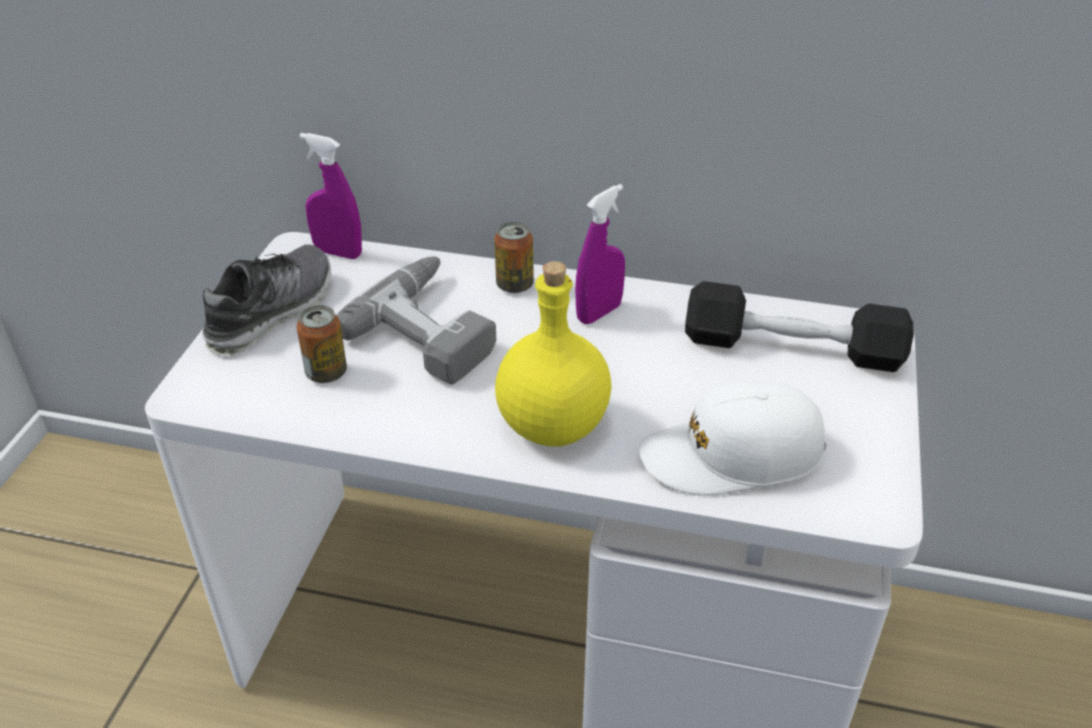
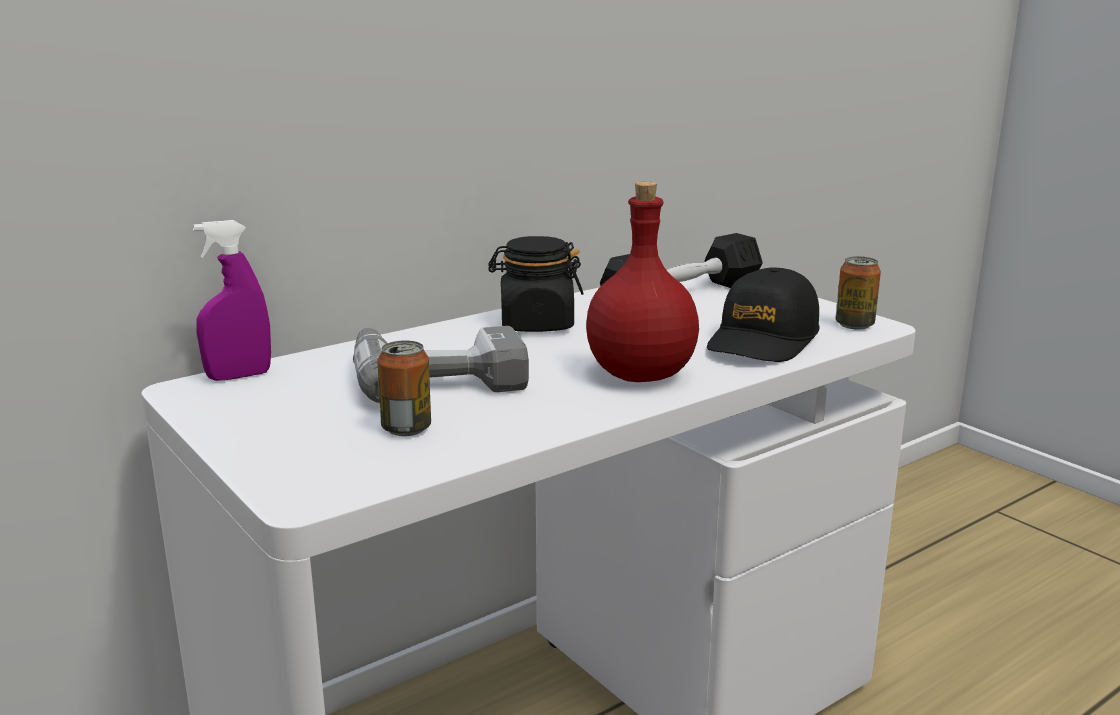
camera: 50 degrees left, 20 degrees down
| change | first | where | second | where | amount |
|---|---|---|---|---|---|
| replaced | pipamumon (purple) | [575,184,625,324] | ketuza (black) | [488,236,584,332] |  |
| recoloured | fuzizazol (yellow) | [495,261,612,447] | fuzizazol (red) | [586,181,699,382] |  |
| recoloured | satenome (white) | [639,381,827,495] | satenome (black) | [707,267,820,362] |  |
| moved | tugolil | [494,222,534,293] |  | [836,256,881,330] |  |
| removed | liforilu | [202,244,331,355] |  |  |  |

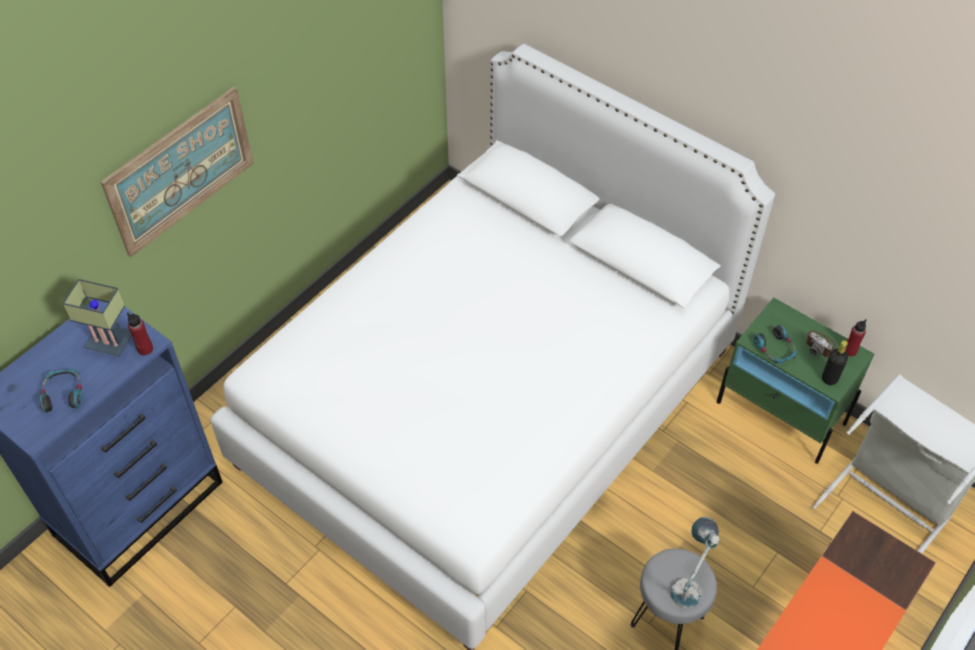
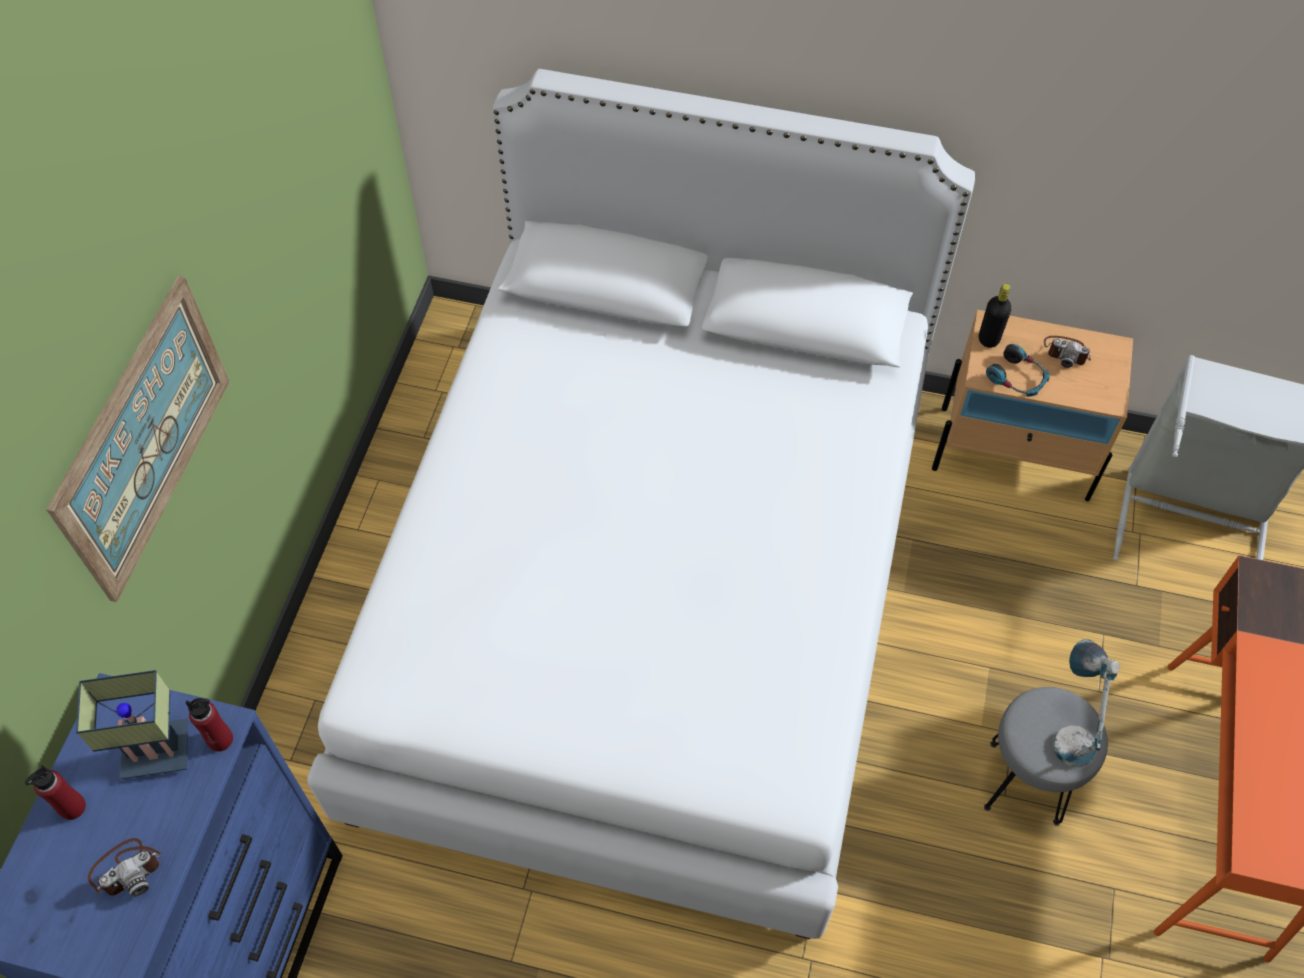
camera: 25 degrees left, 5 degrees up
| change | first | where | second | where | amount |
|---|---|---|---|---|---|
| moved | fuzizazol (red) | [845,319,866,357] |  | [25,765,86,820] |  |
| replaced | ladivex | [39,368,83,413] | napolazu | [88,838,162,897] |  |
| recoloured | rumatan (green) | [717,298,874,464] | rumatan (beige) | [932,310,1133,501] |  |
| moved | fuzizazol (black) | [822,340,848,385] |  | [979,283,1012,348] |  |

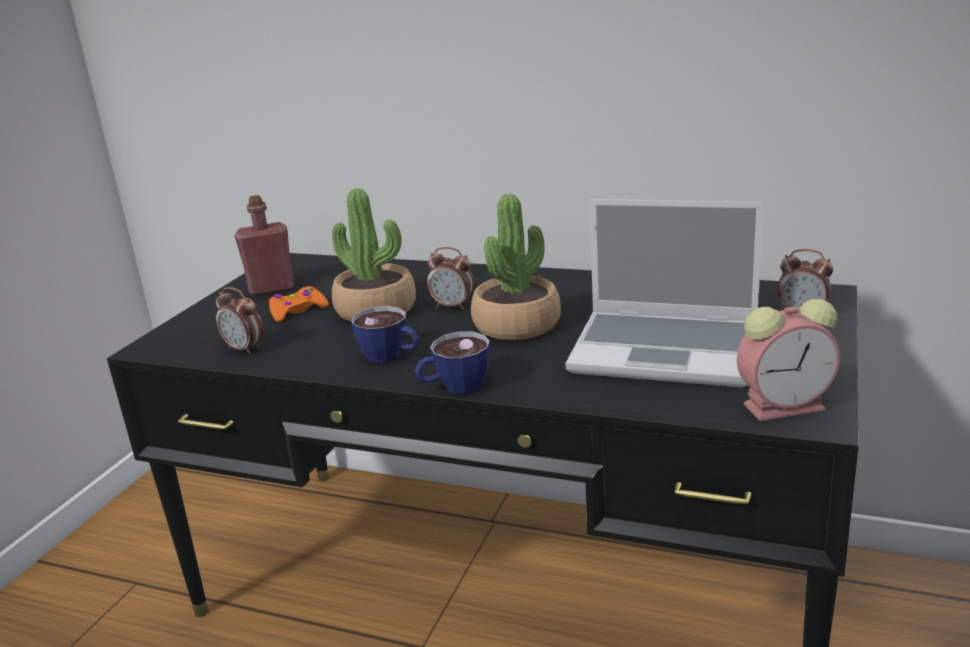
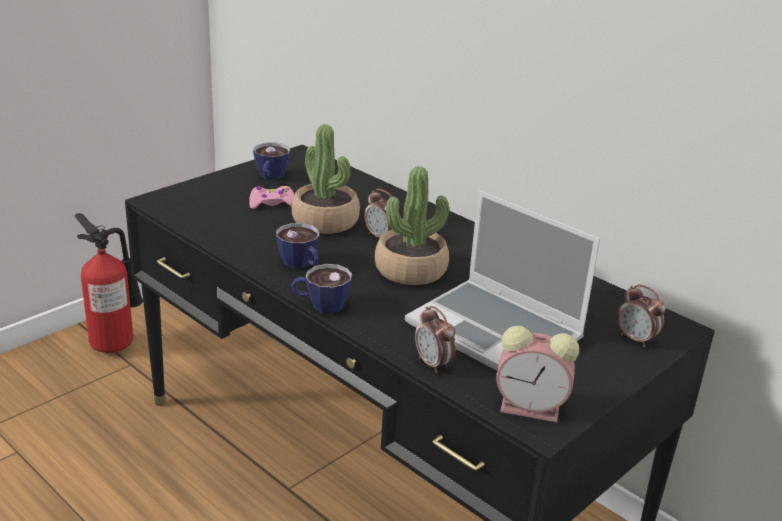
camera: 20 degrees right, 5 degrees up
| change | first | where | second | where | amount |
|---|---|---|---|---|---|
| added |  |  | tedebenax | [75,213,143,353] |  |
| recoloured | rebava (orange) | [269,286,329,322] | rebava (pink) | [249,186,294,209] |  |
| replaced | fuzizazol (red) | [235,195,295,296] | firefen | [253,142,291,180] |  |
| moved | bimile | [216,287,263,354] |  | [415,306,456,373] |  |

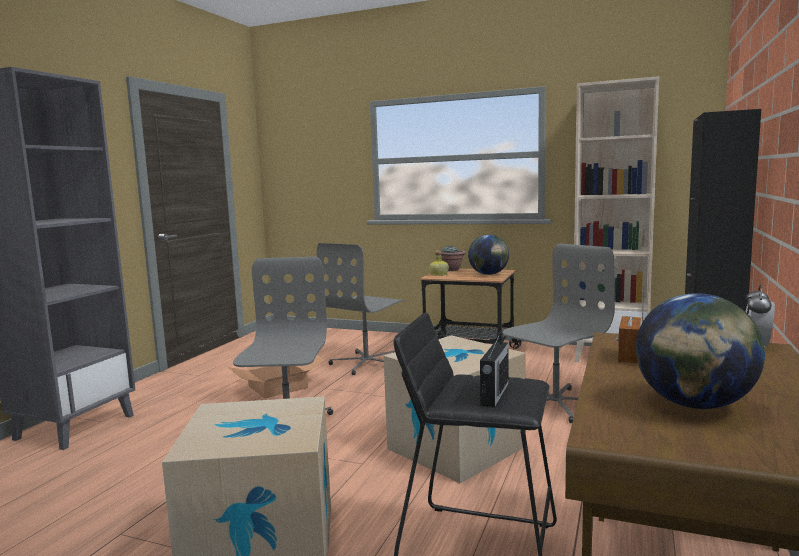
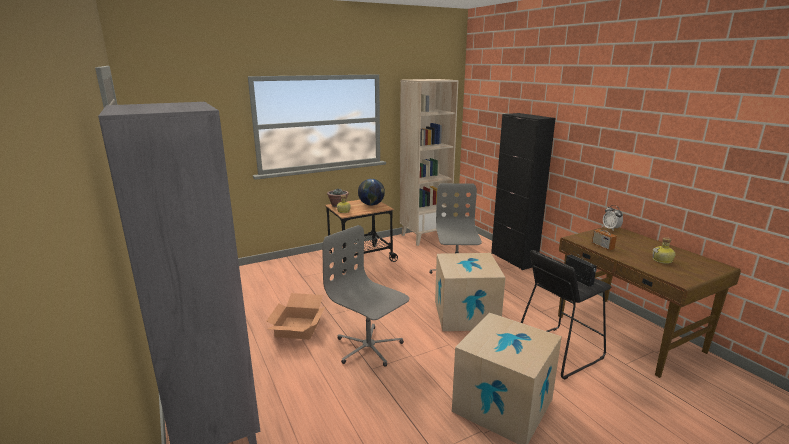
camera: 50 degrees left, 10 degrees up
| change | first | where | second | where | amount |
|---|---|---|---|---|---|
| replaced | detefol | [636,293,765,409] | fuzizazol | [652,237,675,264] |  |
| removed | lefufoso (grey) | [317,243,405,375] |  |  |  |

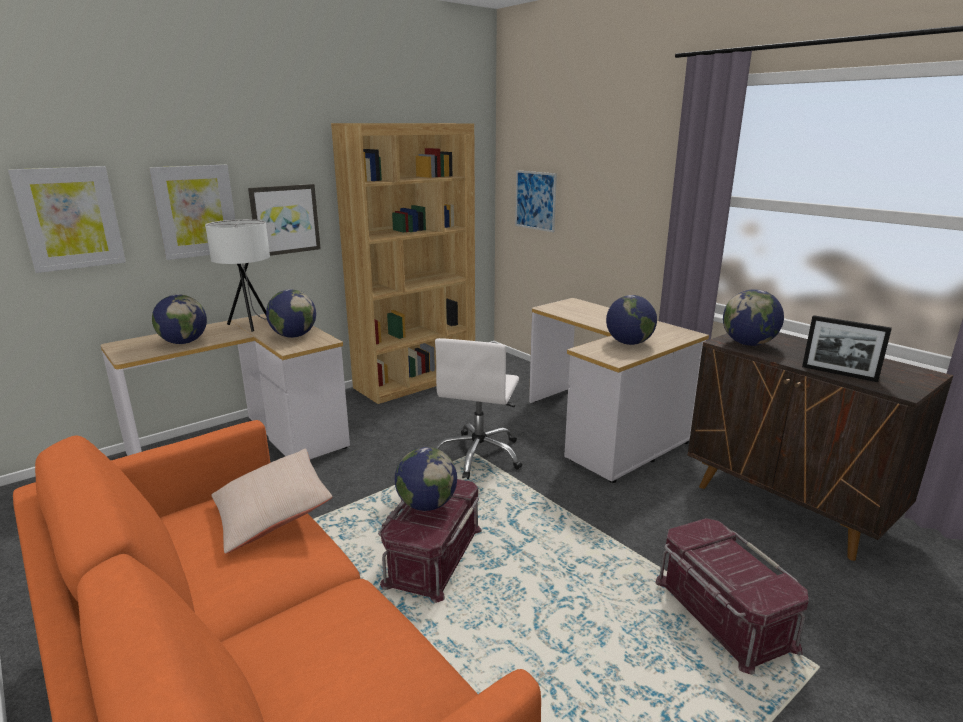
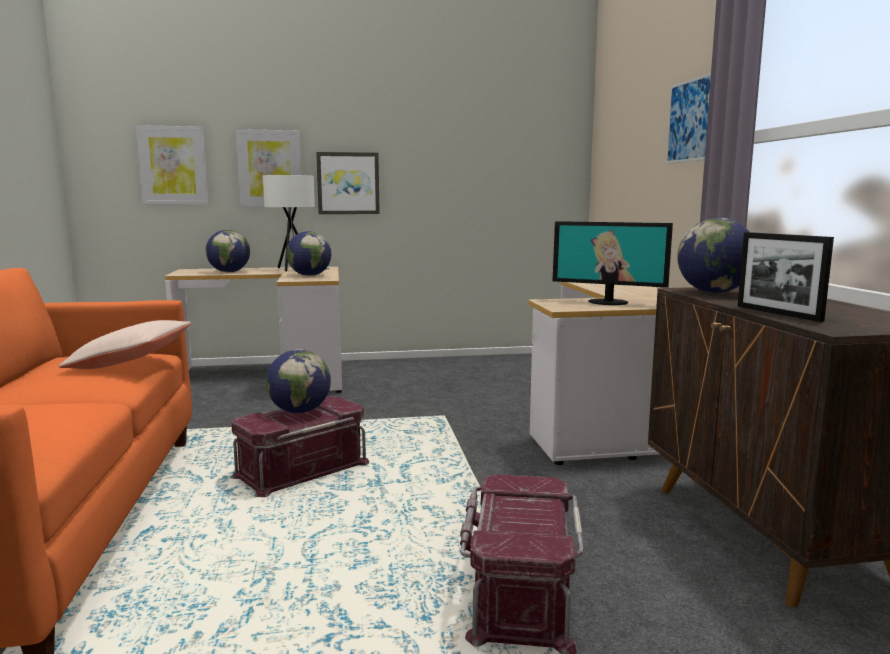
camera: 30 degrees right, 10 degrees down
| change | first | where | second | where | amount |
|---|---|---|---|---|---|
| replaced | detefol | [606,295,657,345] | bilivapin | [553,221,673,305] |  |
| moved | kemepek | [515,170,557,232] |  | [666,73,711,164] |  |
| removed | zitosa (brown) | [331,123,475,404] |  |  |  |
| removed | lefufoso (white) | [435,338,522,479] |  |  |  |

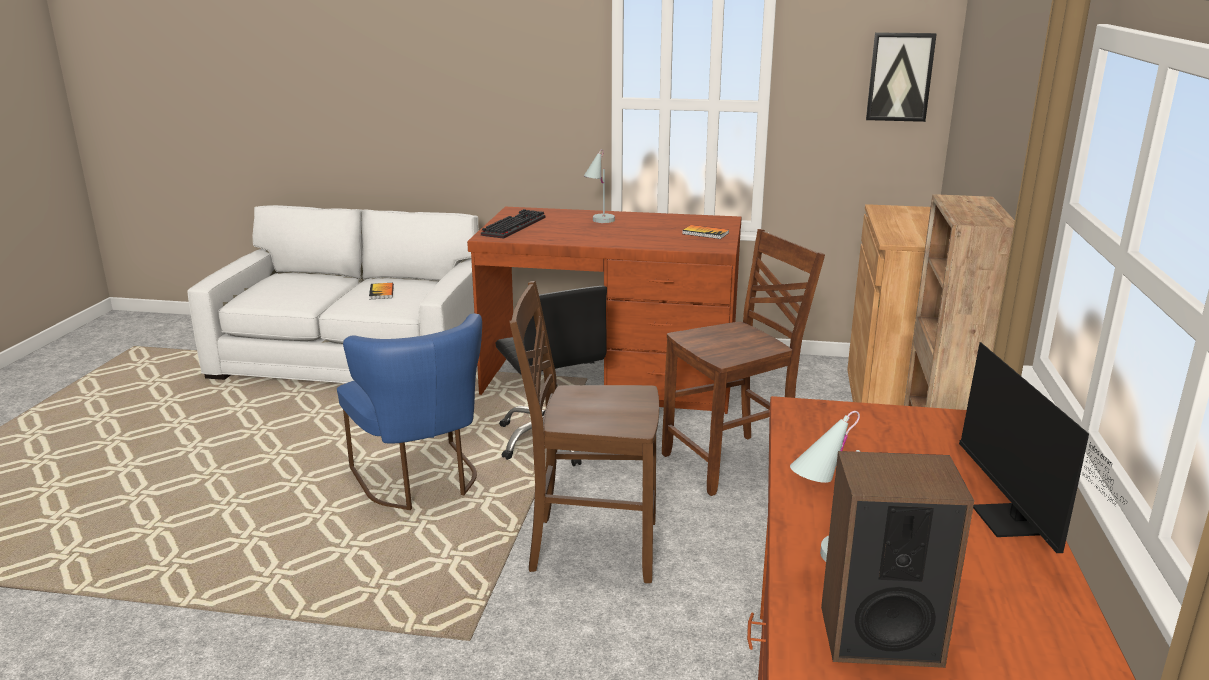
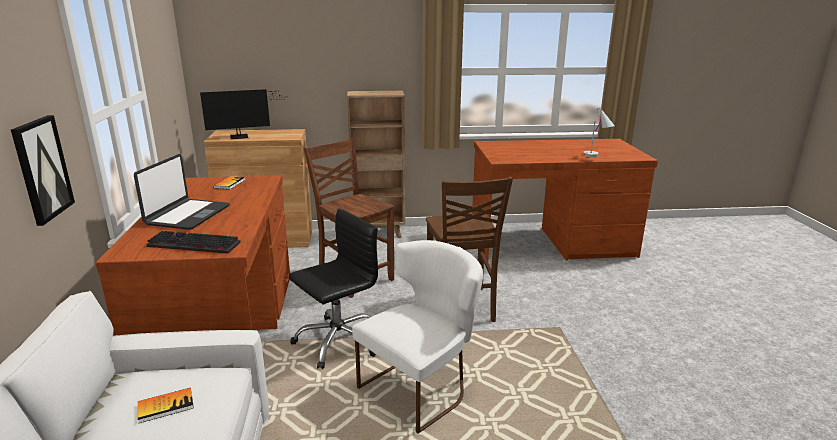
camera: 105 degrees left, 0 degrees up
| change | first | where | second | where | amount |
|---|---|---|---|---|---|
| moved | kemepek | [866,32,937,122] |  | [11,115,75,226] |  |
| replaced | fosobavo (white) | [583,149,615,223] | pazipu | [134,154,230,230] |  |
| moved | bilivapin | [959,342,1127,553] |  | [200,89,287,139] |  |
| recoloured | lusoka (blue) | [337,313,482,510] | lusoka (white) | [352,240,483,434] |  |
| removed | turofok | [821,451,974,668] |  |  |  |

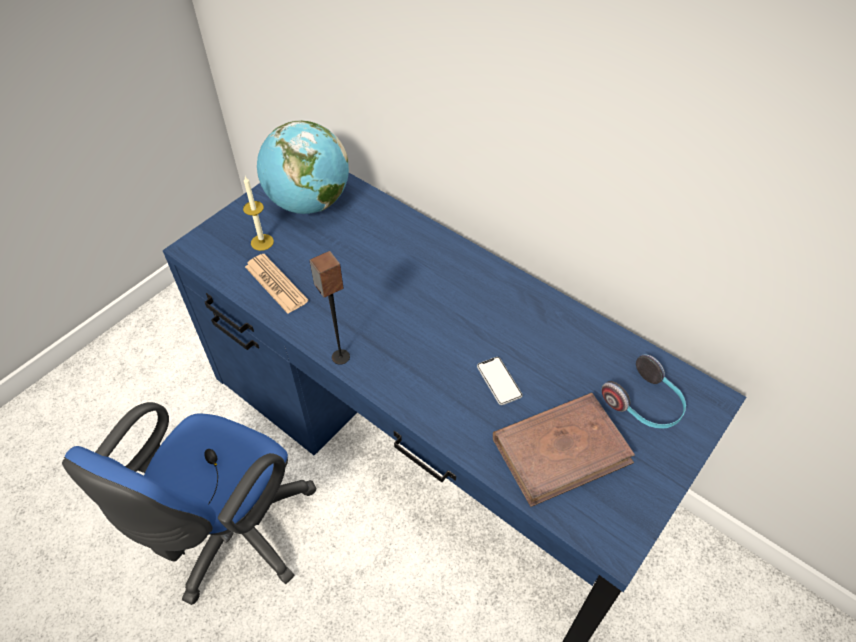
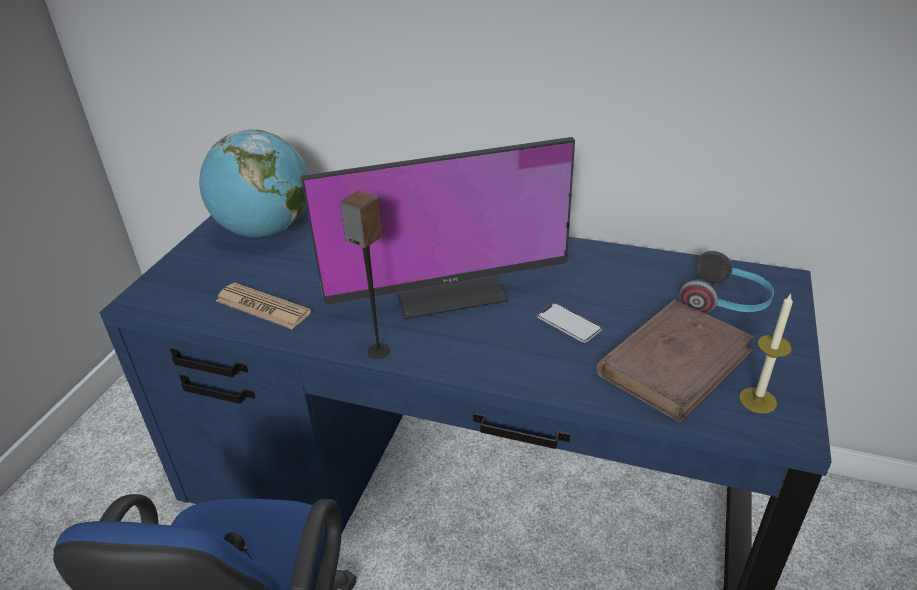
camera: 20 degrees left, 15 degrees down
| change | first | where | second | where | amount |
|---|---|---|---|---|---|
| added |  |  | bilivapin | [301,137,575,319] |  |
| moved | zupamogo | [243,176,274,251] |  | [739,293,793,413] |  |

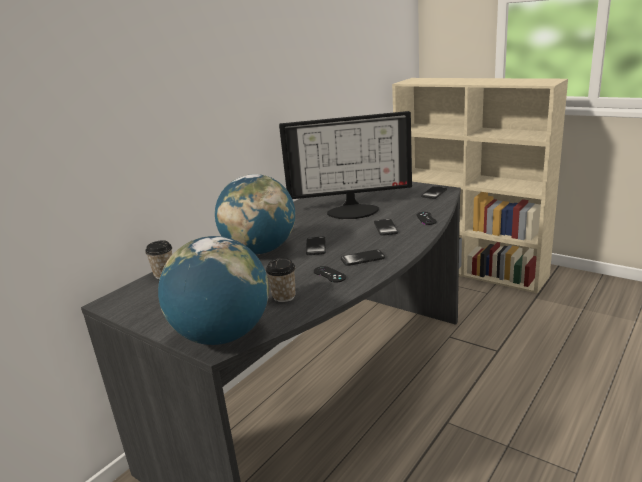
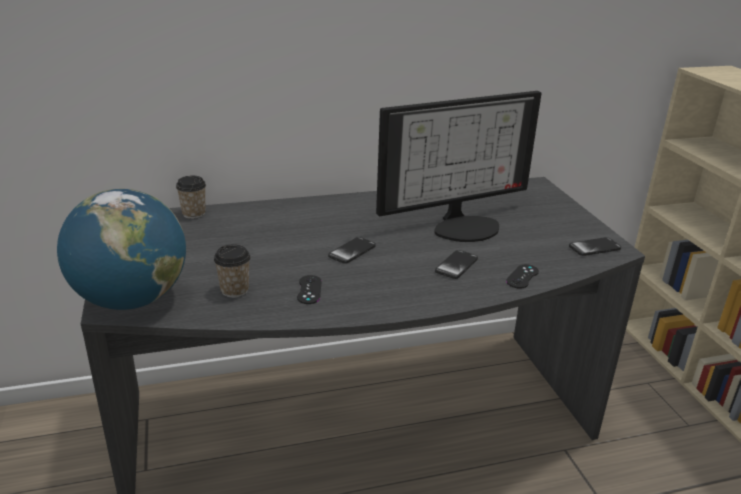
camera: 35 degrees right, 5 degrees up
| change | first | where | second | where | amount |
|---|---|---|---|---|---|
| turned | bilivapin | [279,111,412,219] |  | [376,91,542,242] | 60 degrees counterclockwise |
| removed | detefol | [215,174,295,254] |  |  |  |
| removed | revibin | [341,249,385,266] |  |  |  |

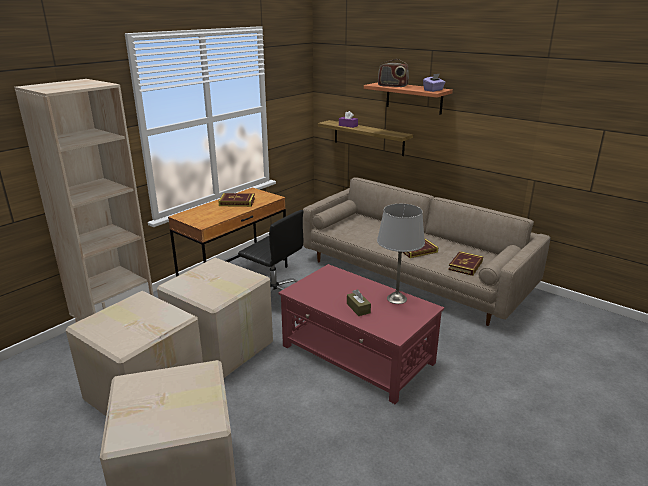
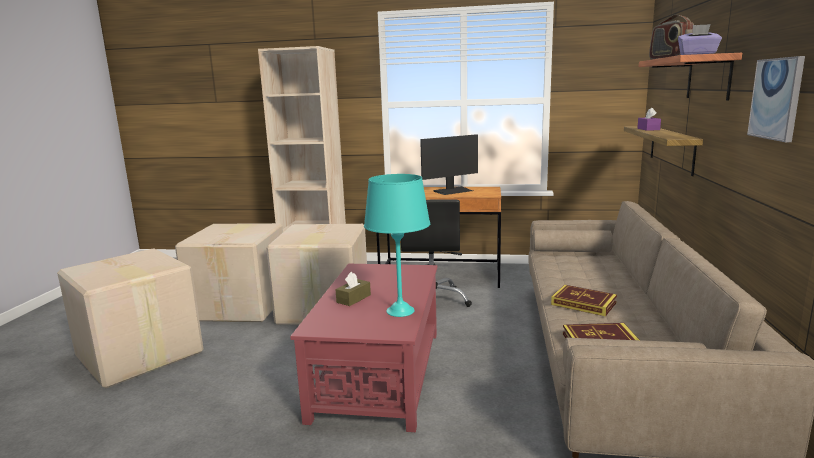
camera: 60 degrees right, 10 degrees down
| change | first | where | second | where | amount |
|---|---|---|---|---|---|
| recoloured | fosobavo (grey) | [377,204,425,304] | fosobavo (turquoise) | [364,174,430,317] |  |
| replaced | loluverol | [218,193,255,207] | bilivapin | [420,134,478,195] |  |
| added |  |  | kemepek | [747,56,805,142] |  |

